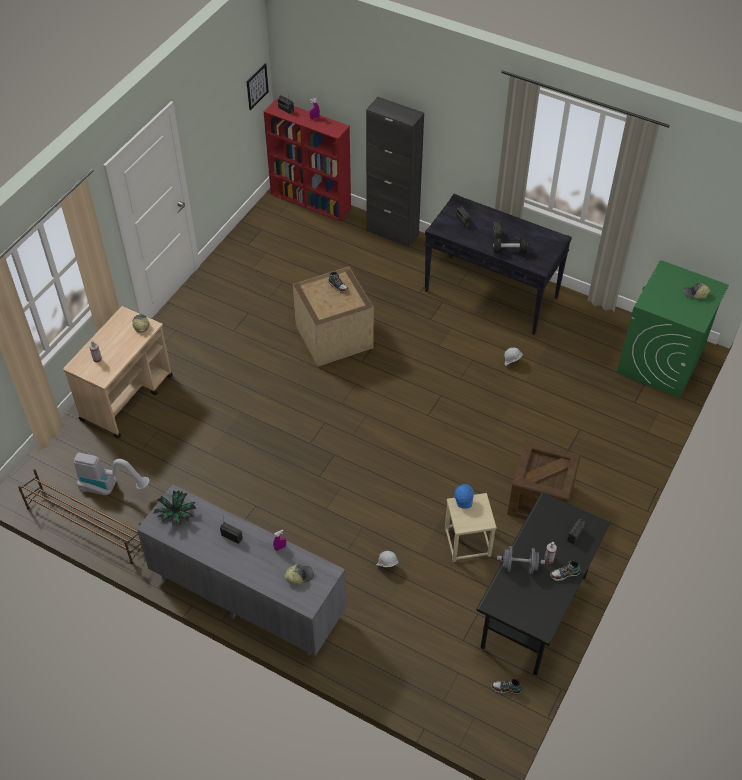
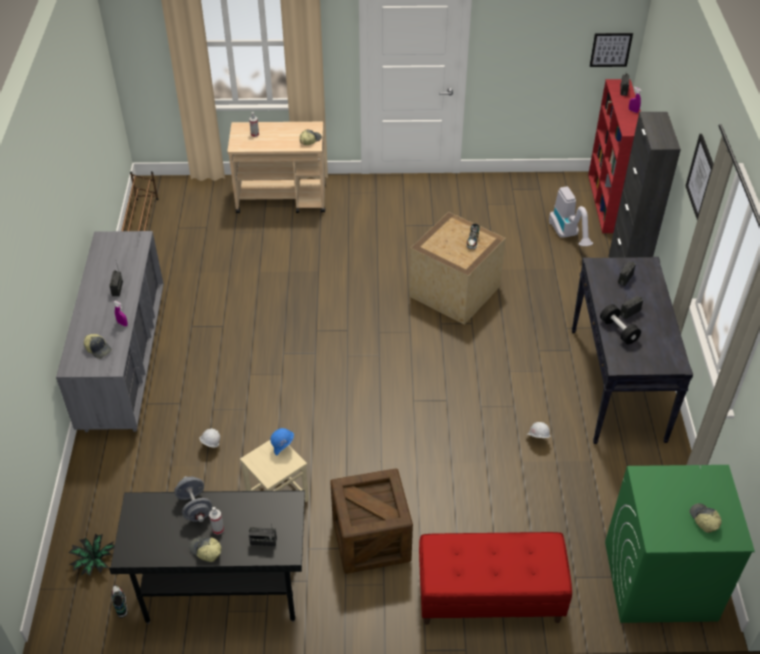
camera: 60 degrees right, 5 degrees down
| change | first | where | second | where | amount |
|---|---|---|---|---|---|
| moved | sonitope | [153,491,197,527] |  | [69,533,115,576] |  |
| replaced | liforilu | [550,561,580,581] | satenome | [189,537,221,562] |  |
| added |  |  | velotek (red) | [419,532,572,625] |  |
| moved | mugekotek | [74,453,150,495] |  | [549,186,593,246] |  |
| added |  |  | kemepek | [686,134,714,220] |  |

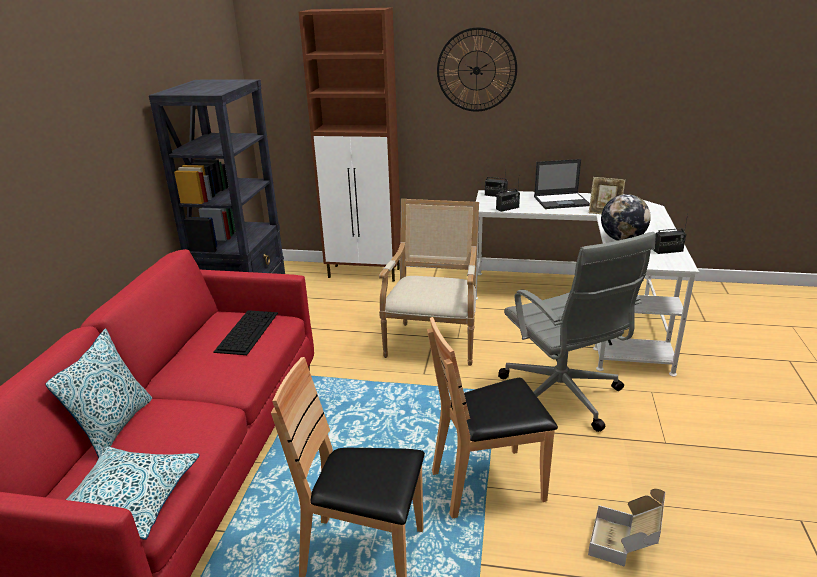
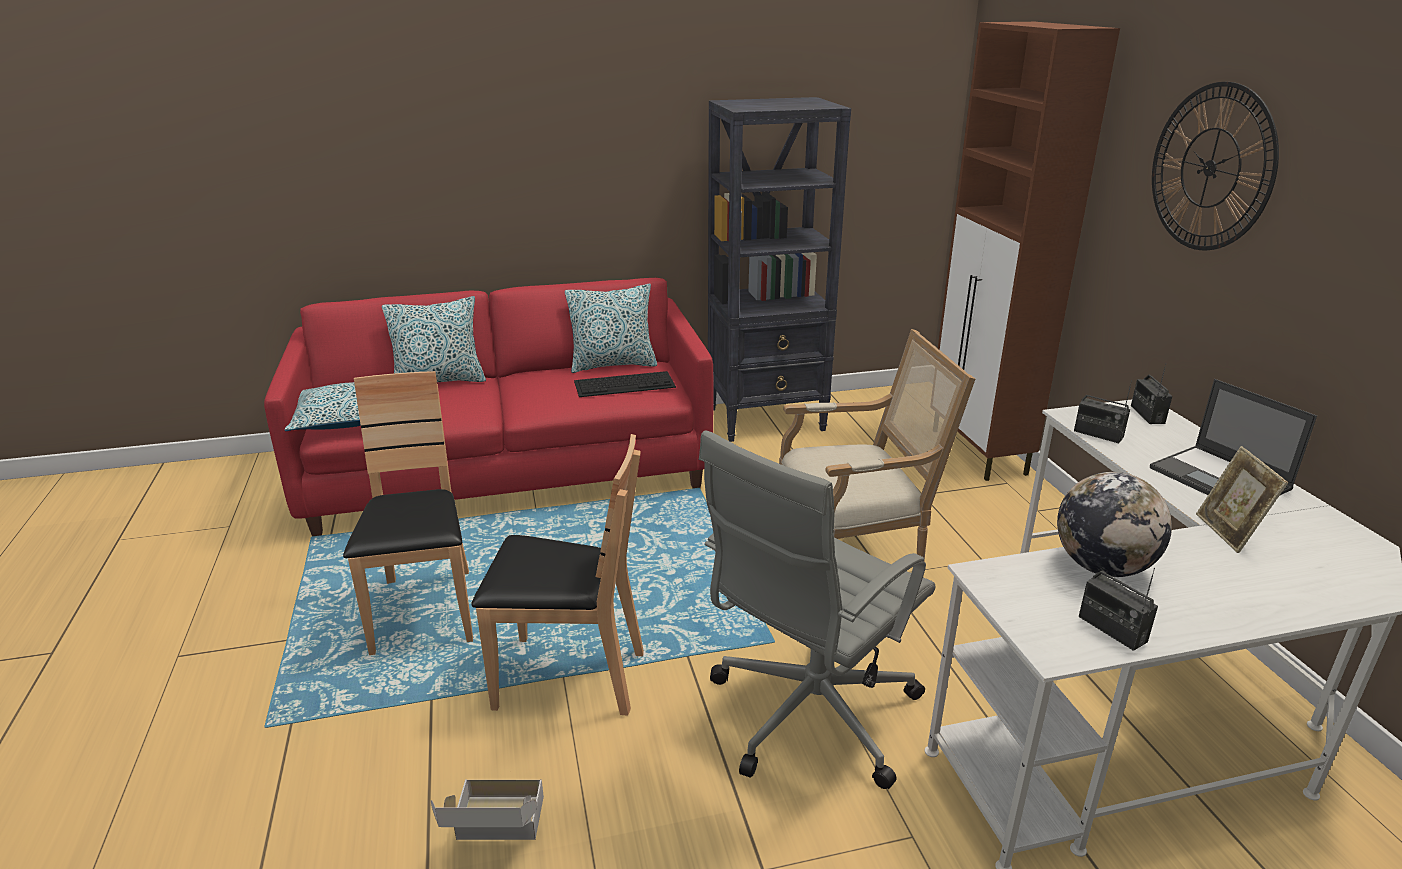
camera: 65 degrees right, 0 degrees up
| change | first | where | second | where | amount |
|---|---|---|---|---|---|
| turned | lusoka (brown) | [427,317,558,519] |  | [471,434,644,716] | 135 degrees clockwise |
| added |  |  | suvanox | [565,284,657,373] |  |

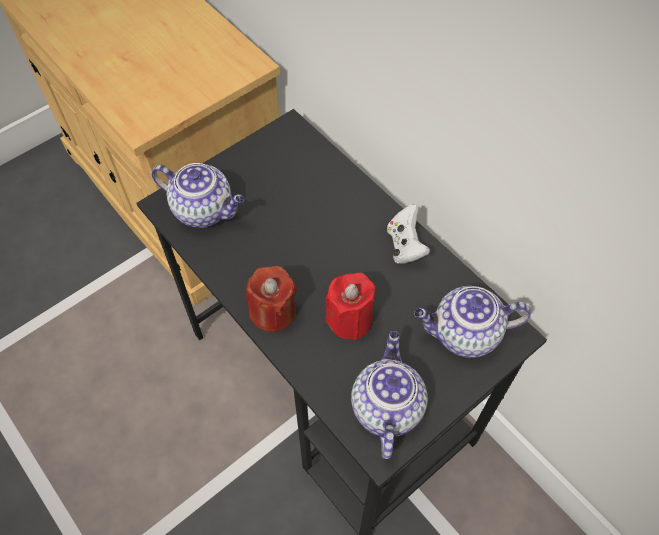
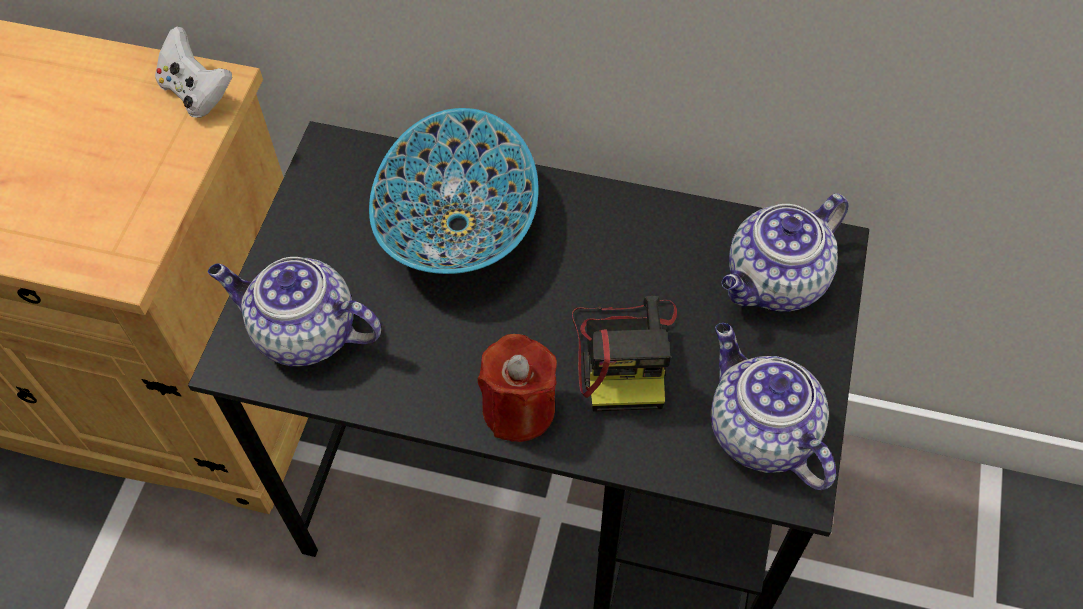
camera: 35 degrees left, 0 degrees up
| change | first | where | second | where | amount |
|---|---|---|---|---|---|
| moved | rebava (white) | [387,204,430,264] |  | [155,26,232,118] |  |
| turned | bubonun | [152,163,245,228] |  | [208,257,381,366] | 150 degrees counterclockwise |
| added |  |  | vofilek | [369,108,539,274] |  |
| replaced | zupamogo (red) | [325,272,376,340] | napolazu | [572,296,677,412] |  |

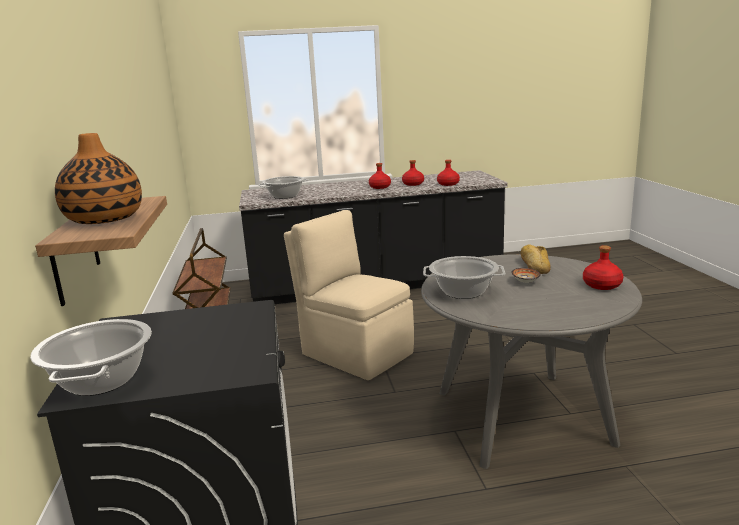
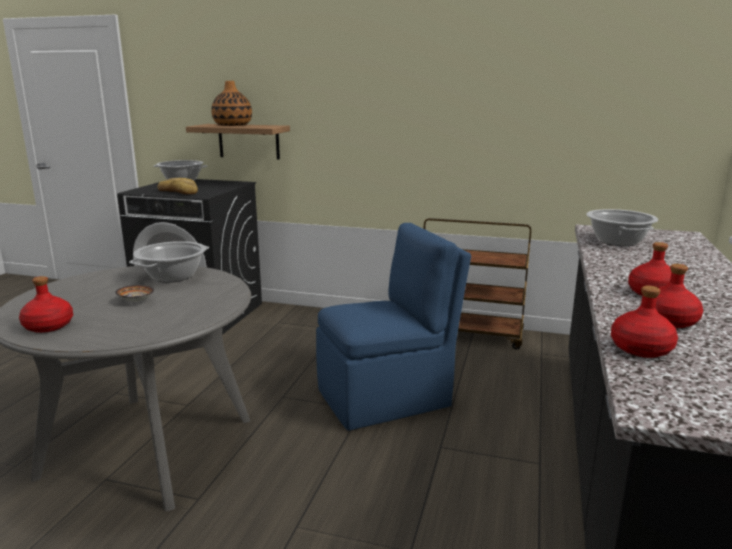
camera: 115 degrees right, 0 degrees up
| change | first | where | second | where | amount |
|---|---|---|---|---|---|
| moved | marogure | [520,244,551,274] |  | [158,178,198,195] |  |
| recoloured | lusoka (beige) | [284,210,414,380] | lusoka (blue) | [316,223,471,431] |  |

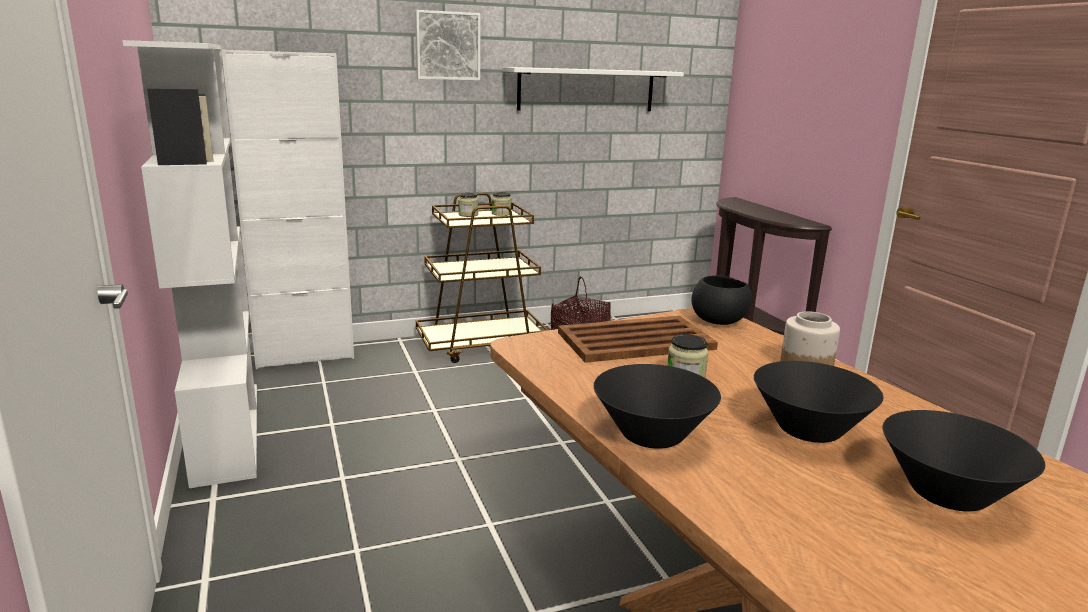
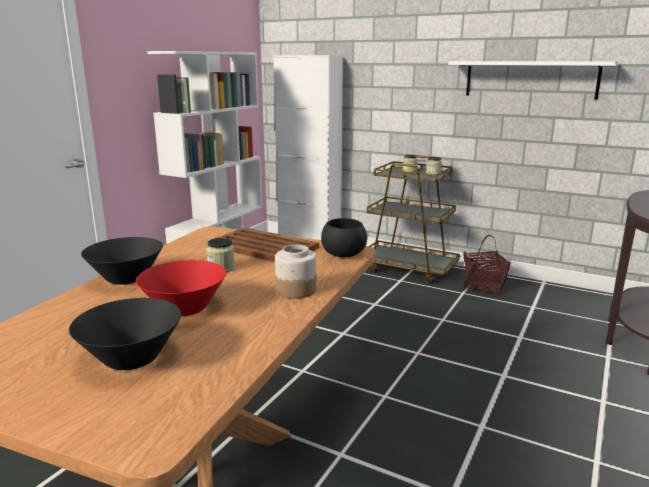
camera: 50 degrees right, 0 degrees up
| change | first | where | second | where | amount |
|---|---|---|---|---|---|
| recoloured | vofilek (black) | [754,361,883,443] | vofilek (red) | [136,260,226,316] |  |
| removed | kemepek | [415,10,480,80] |  |  |  |

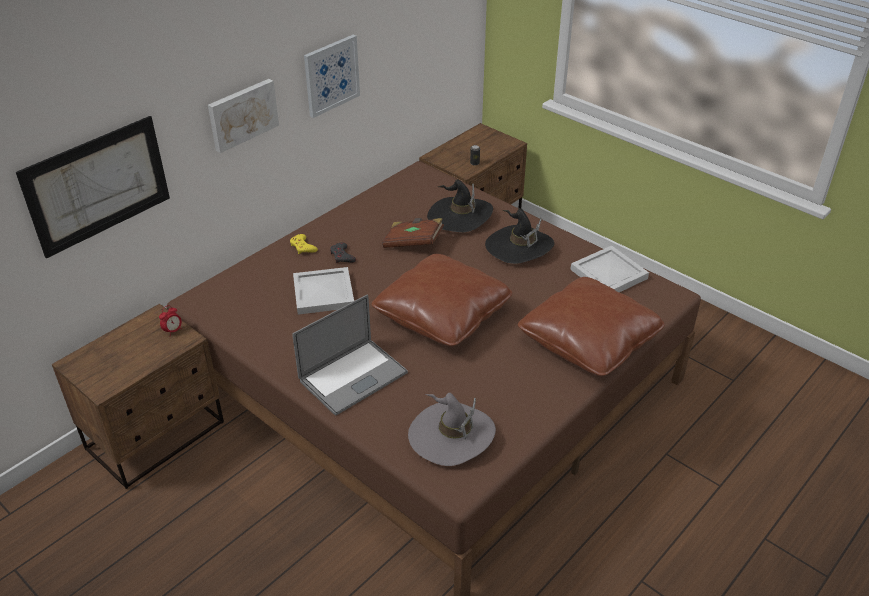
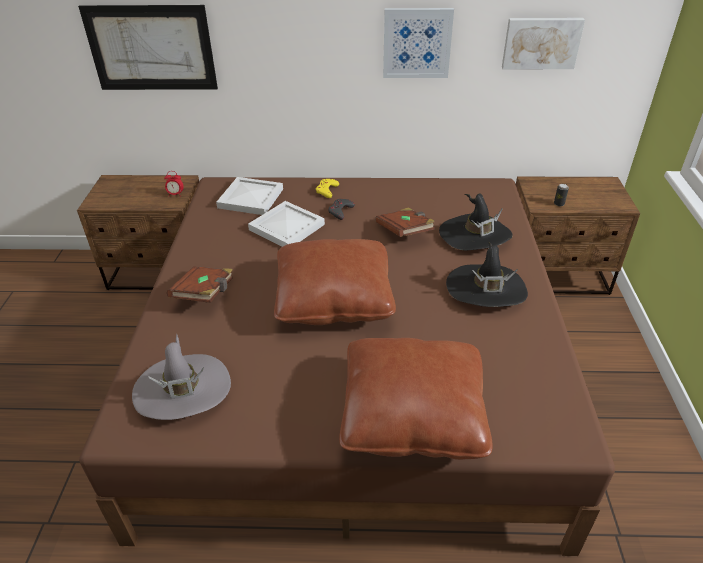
camera: 50 degrees right, 0 degrees up
| change | first | where | second | where | amount |
|---|---|---|---|---|---|
| replaced | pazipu | [292,295,408,415] | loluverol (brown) | [167,266,233,303] |  |
| moved | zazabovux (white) | [570,246,649,292] |  | [216,177,283,215] |  |
| moved | kemepek | [208,79,279,153] |  | [502,18,585,69] |  |

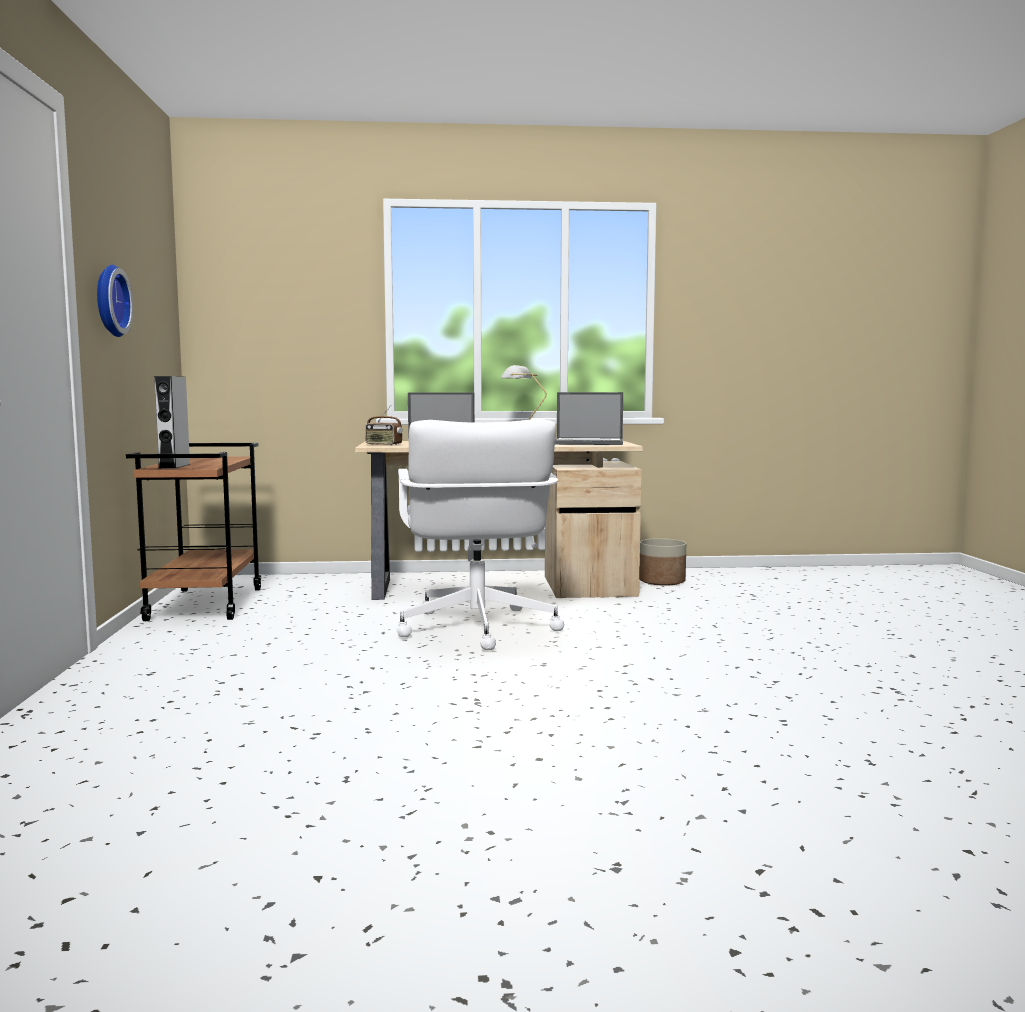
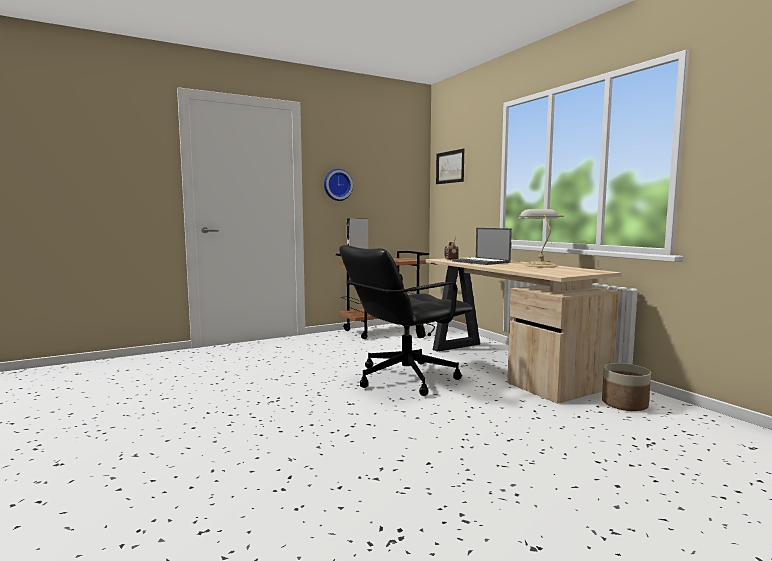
camera: 65 degrees right, 0 degrees up
| change | first | where | second | where | amount |
|---|---|---|---|---|---|
| recoloured | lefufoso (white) | [396,419,564,650] | lefufoso (black) | [339,245,473,396] |  |
| added |  |  | kemepek | [436,149,464,184] |  |
| removed | pazipu | [555,392,623,445] |  |  |  |

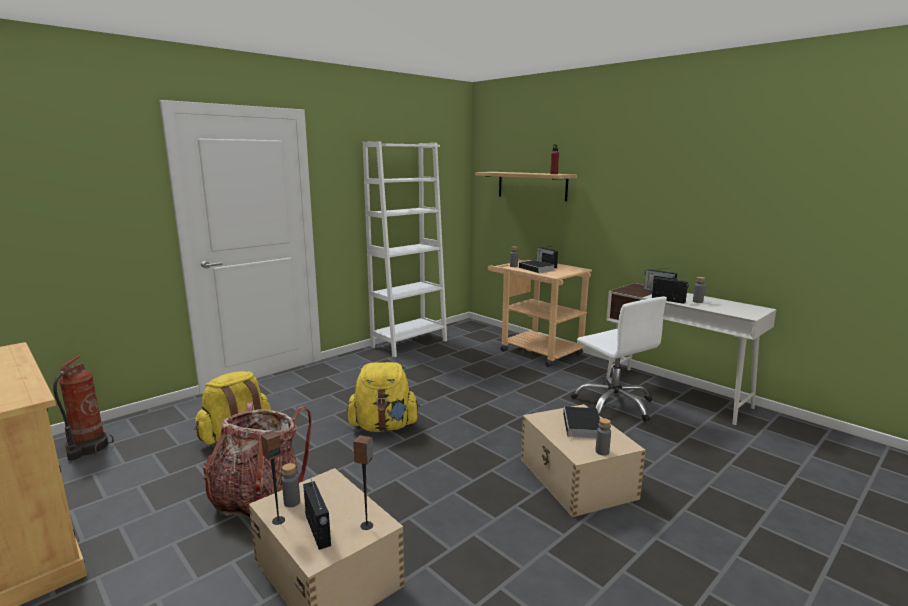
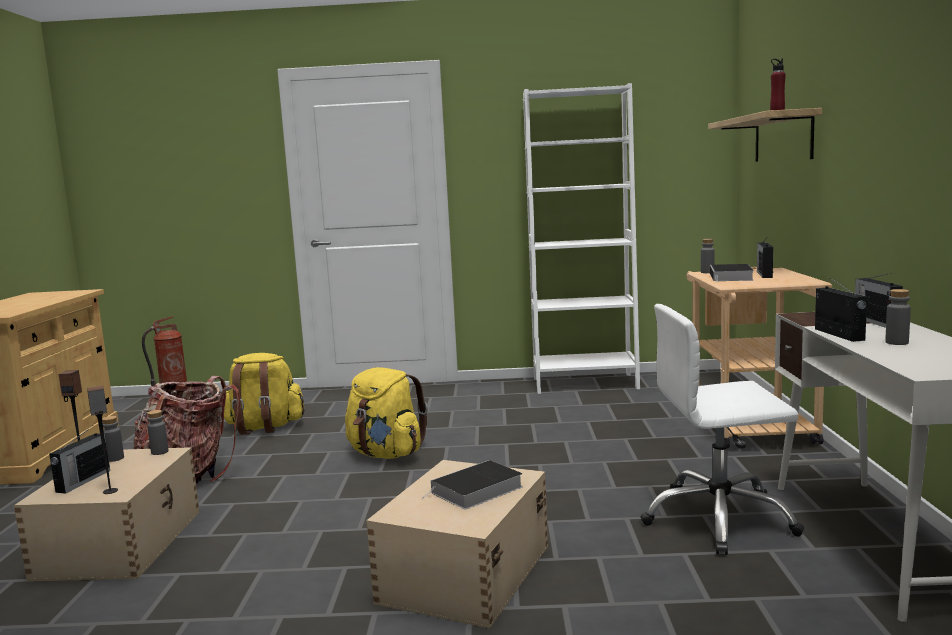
camera: 45 degrees right, 5 degrees down
| change | first | where | second | where | amount |
|---|---|---|---|---|---|
| moved | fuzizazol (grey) | [595,418,611,456] |  | [147,410,169,455] |  |
| turned | lefufoso (white) | [571,297,667,422] |  | [641,304,804,555] | 75 degrees clockwise |

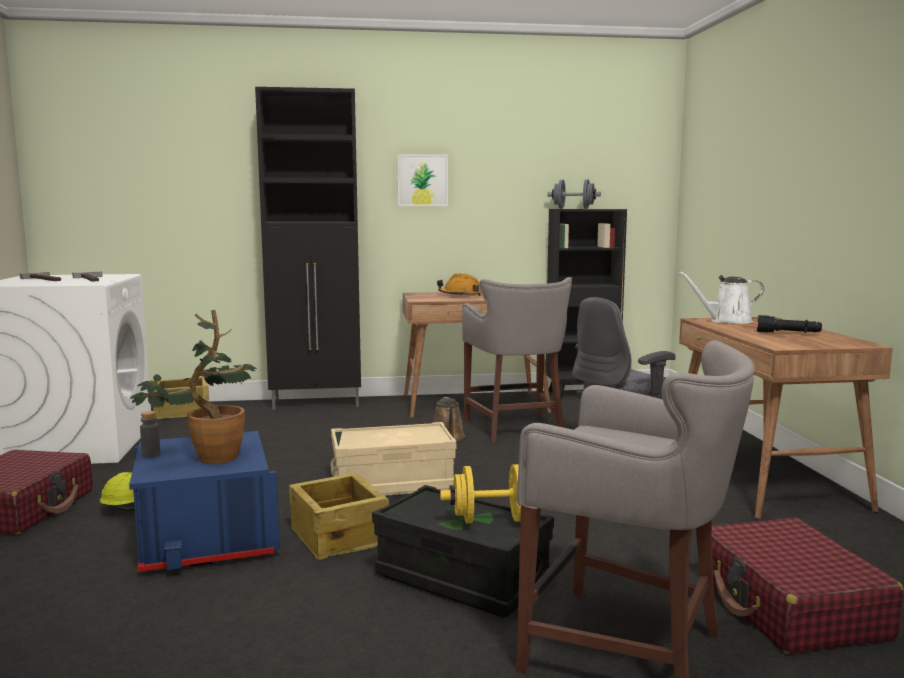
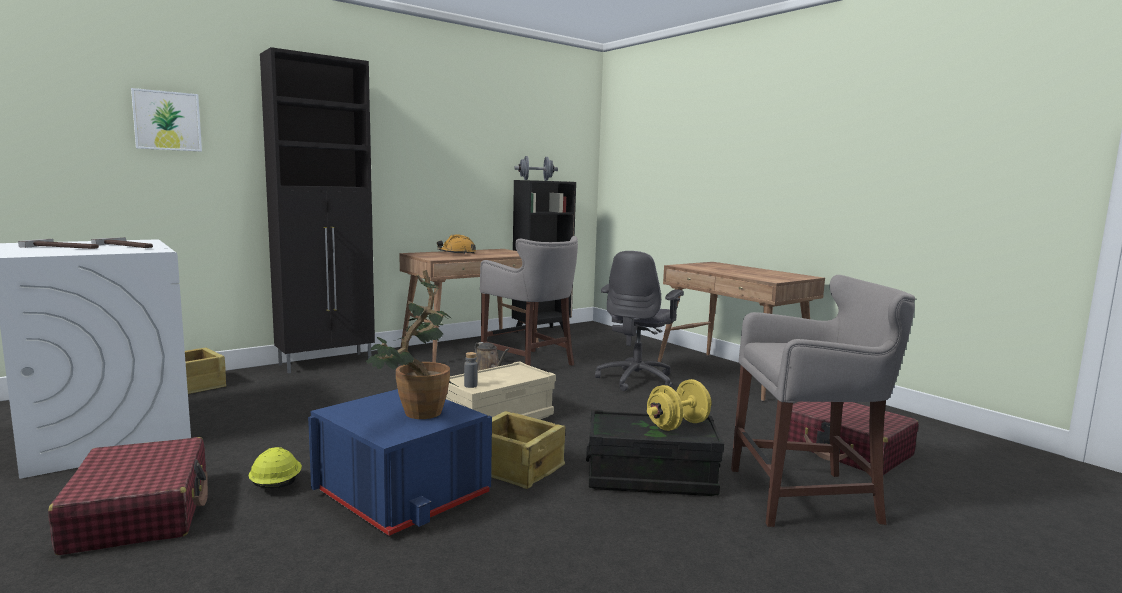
camera: 30 degrees left, 0 degrees up
| change | first | where | second | where | amount |
|---|---|---|---|---|---|
| moved | kemepek | [397,154,448,206] |  | [131,88,202,151] |  |
| moved | fuzizazol (grey) | [140,411,161,458] |  | [464,352,478,388] |  |
| removed | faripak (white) | [678,271,764,324] |  |  |  |
| removed | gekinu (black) | [757,315,822,333] |  |  |  |

